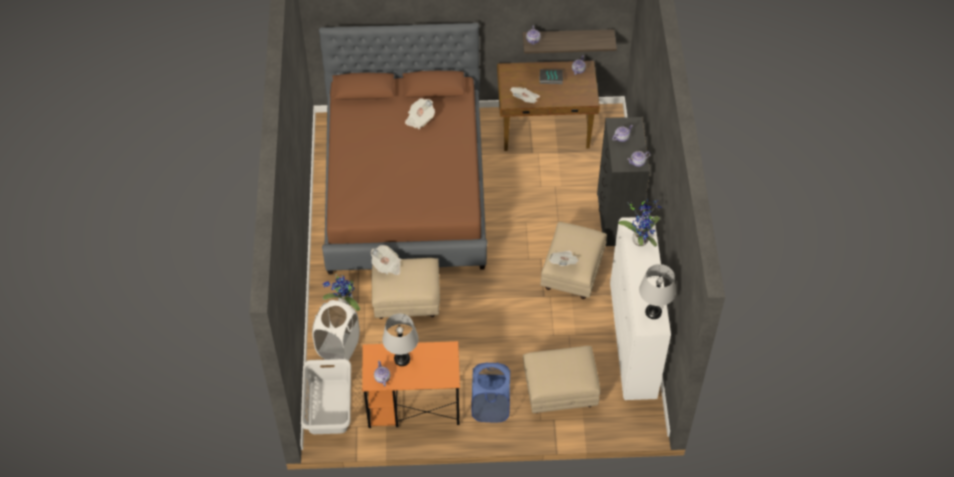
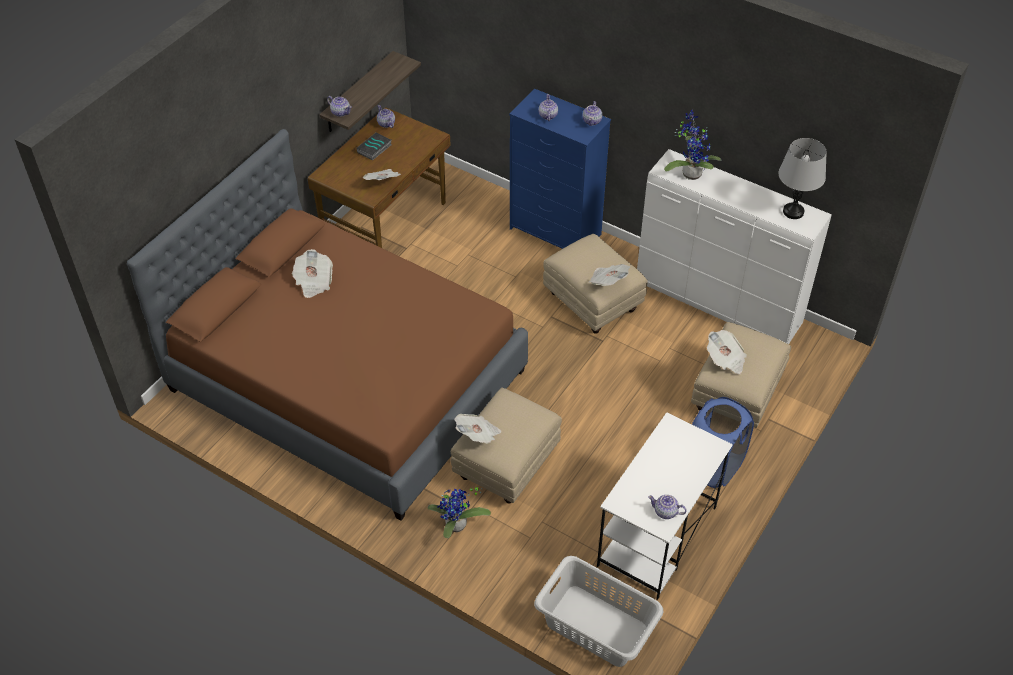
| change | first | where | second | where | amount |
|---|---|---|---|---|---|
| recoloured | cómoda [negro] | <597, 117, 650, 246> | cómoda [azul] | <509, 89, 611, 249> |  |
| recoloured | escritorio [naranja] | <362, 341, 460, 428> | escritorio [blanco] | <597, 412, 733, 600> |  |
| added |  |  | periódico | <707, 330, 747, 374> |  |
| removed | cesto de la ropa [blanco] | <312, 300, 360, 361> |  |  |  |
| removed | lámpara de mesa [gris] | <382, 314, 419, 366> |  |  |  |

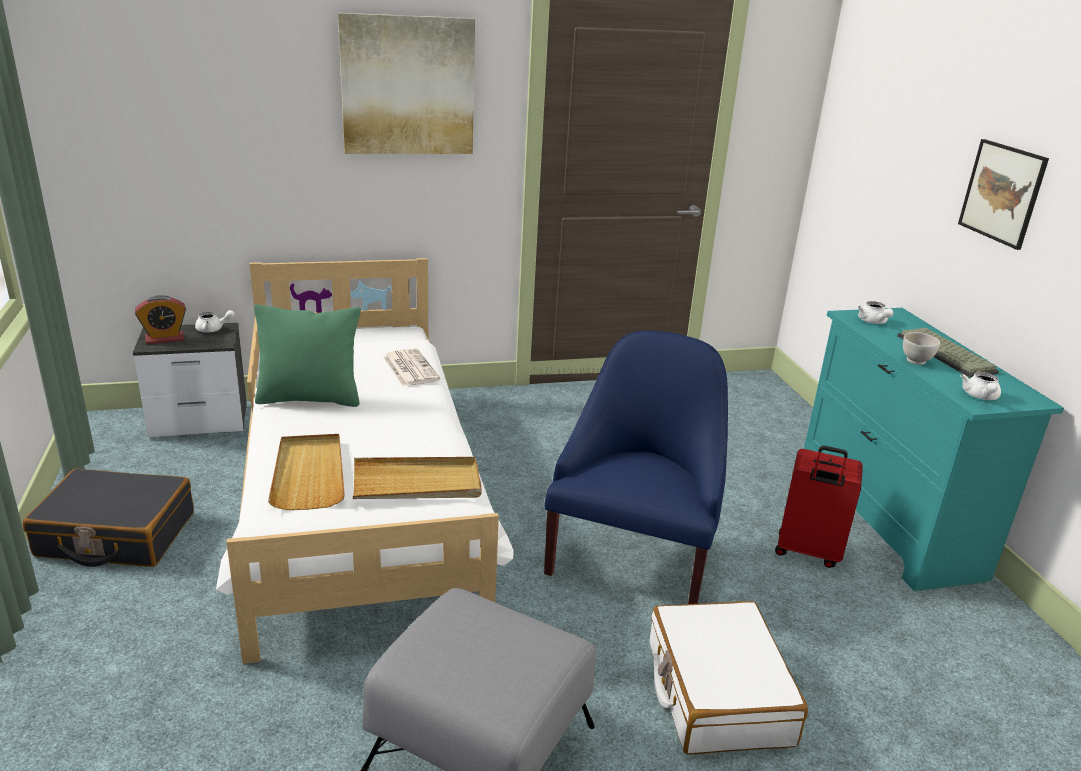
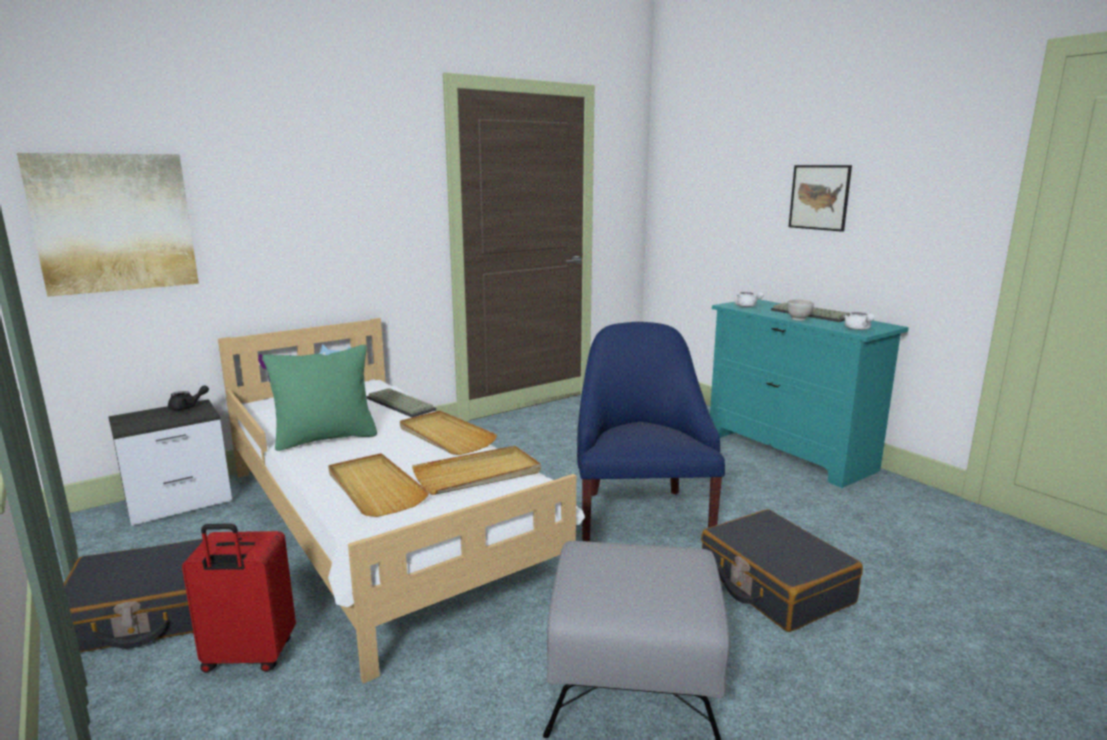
| change | first | where | second | where | amount |
|---|---|---|---|---|---|
| moved | cuadro | <338, 13, 475, 154> |  | <17, 153, 199, 297> |  |
| recoloured | tetera [blanco] | <195, 310, 235, 332> | tetera [negro] | <168, 385, 209, 410> |  |
| moved | maleta [rojo] | <775, 446, 863, 568> |  | <182, 524, 296, 673> |  |
| replaced | periódico | <383, 348, 440, 387> | teclado | <366, 388, 436, 417> |  |
| added |  |  | bandeja [beis] | <400, 411, 497, 455> |  |
| recoloured | maleta [blanco] | <650, 601, 808, 754> | maleta [negro] | <701, 509, 863, 632> |  |
| removed | despertador | <135, 295, 186, 345> |  |  |  |

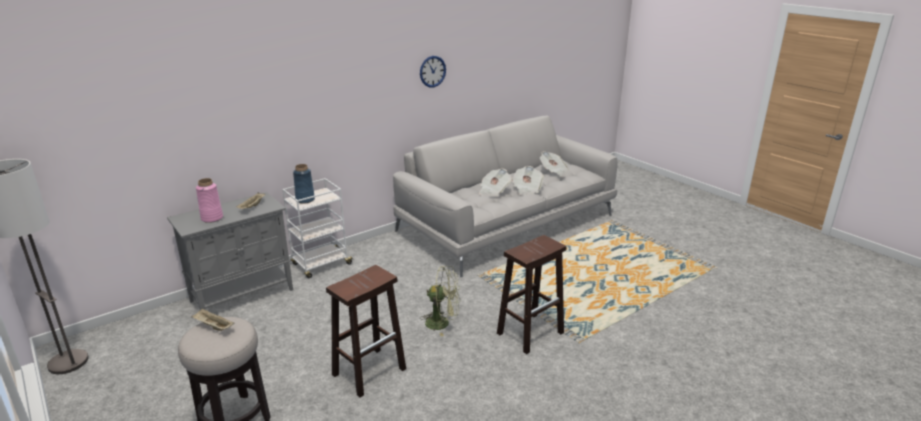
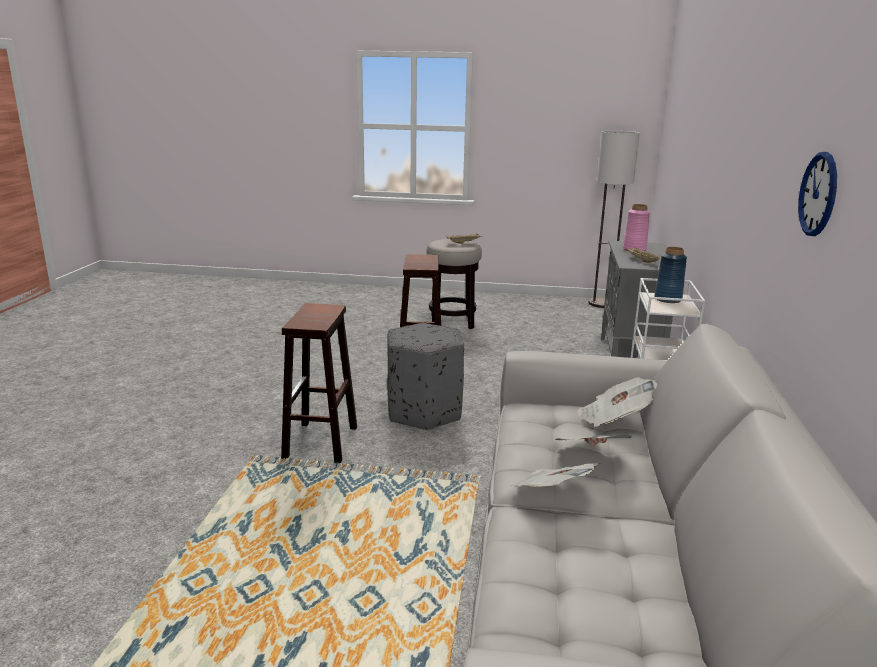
| change | first | where | second | where | amount |
|---|---|---|---|---|---|
| replaced | ventilador [verde] | <420, 266, 460, 336> | puf [gris] | <387, 323, 464, 431> |  |
| moved | periódico | <540, 151, 569, 177> |  | <577, 377, 657, 427> |  |

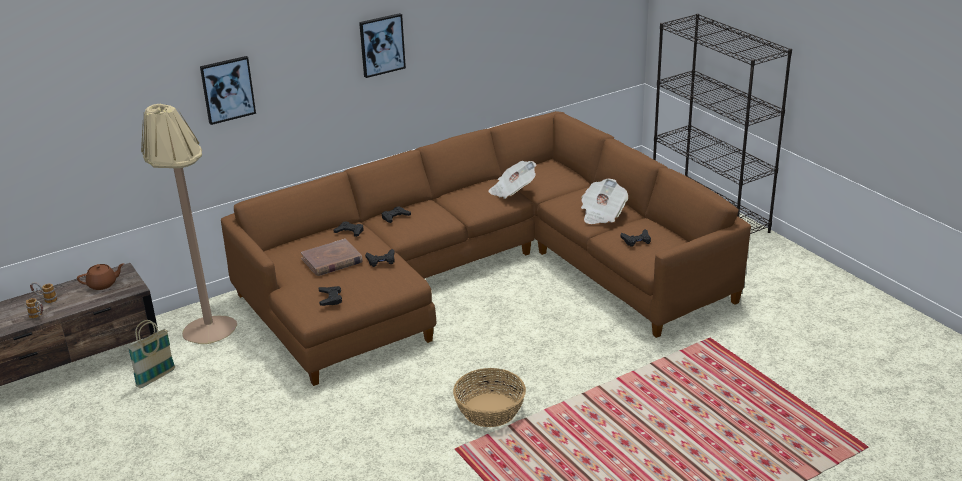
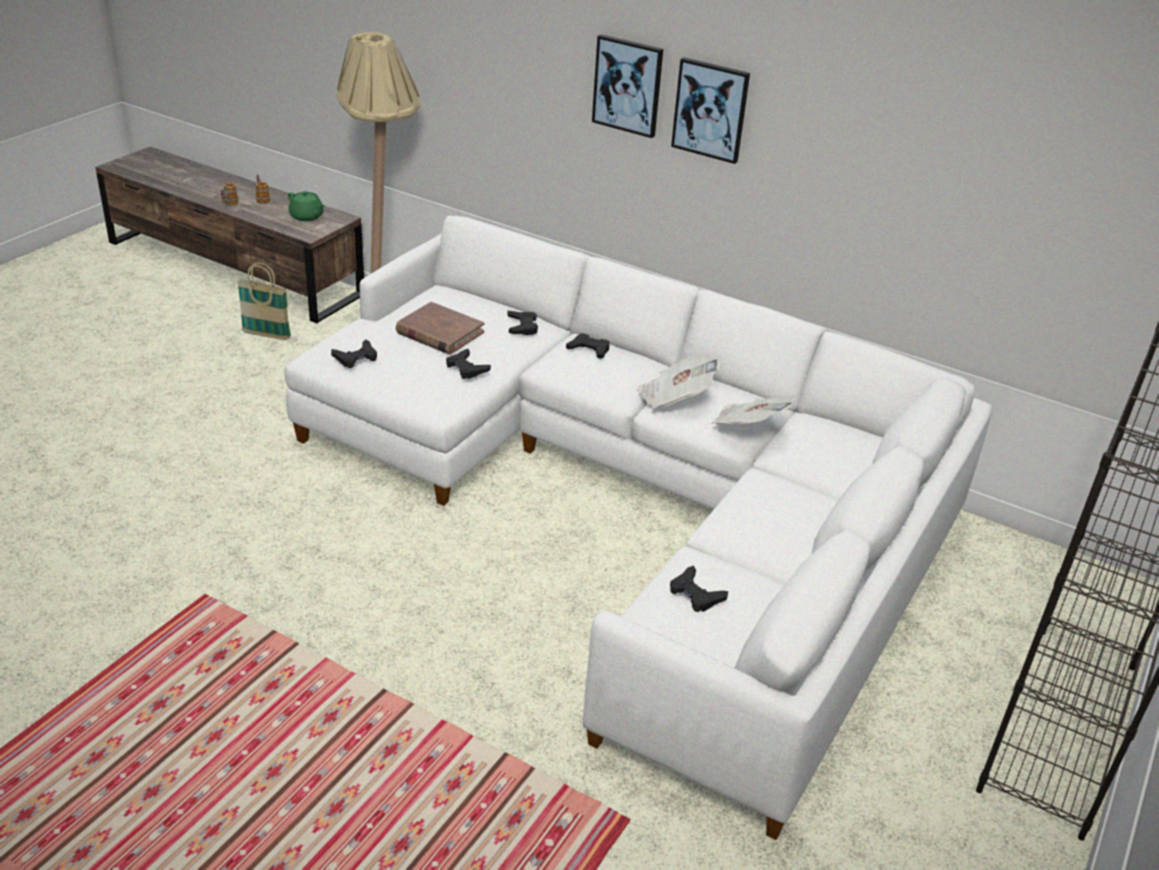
| change | first | where | second | where | amount |
|---|---|---|---|---|---|
| recoloured | sofá [marrón] | <221, 111, 751, 386> | sofá [blanco] | <284, 216, 992, 840> |  |
| recoloured | tetera [marrón] | <77, 263, 124, 290> | tetera [verde] | <288, 191, 325, 221> |  |
| moved | cuadro | <200, 56, 256, 125> |  | <592, 34, 663, 138> |  |
| moved | periódico | <581, 179, 628, 224> |  | <637, 353, 721, 409> |  |
| removed | cesta | <453, 368, 526, 427> |  |  |  |

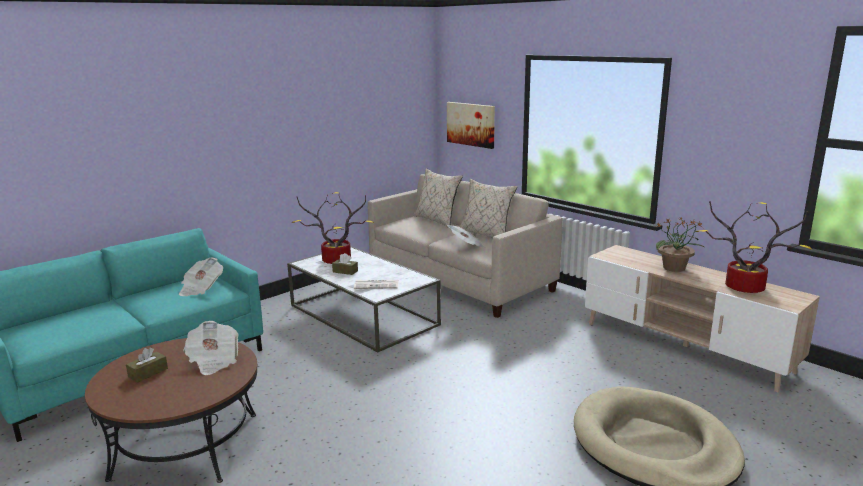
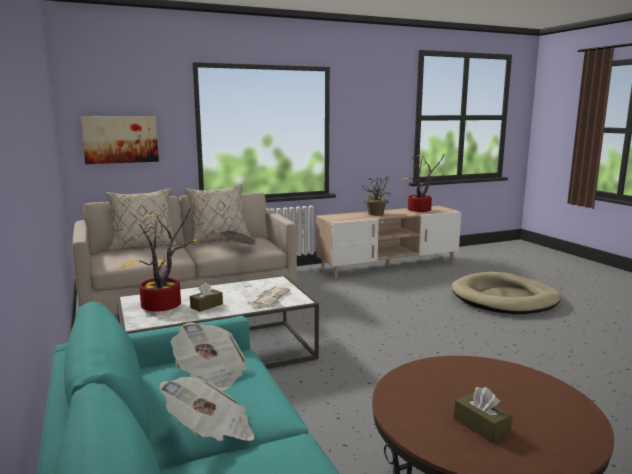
| change | first | where | second | where | amount |
|---|---|---|---|---|---|
| moved | periódico | <184, 321, 238, 375> |  | <159, 377, 255, 441> |  |

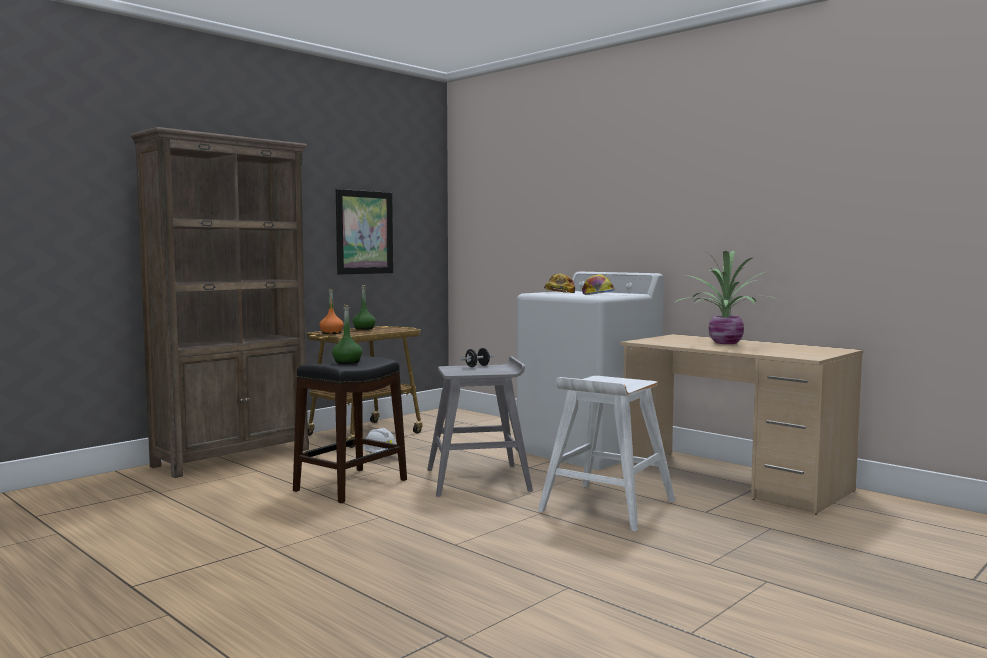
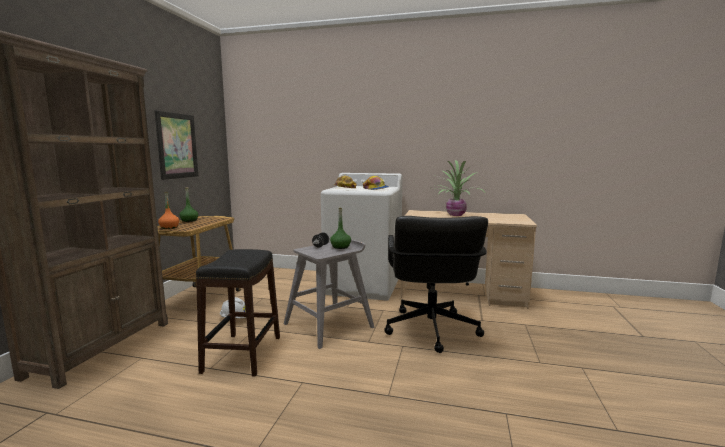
| change | first | where | second | where | amount |
|---|---|---|---|---|---|
| moved | botella [verde] | <332, 305, 363, 364> |  | <330, 208, 351, 249> |  |
| replaced | taburete [blanco] | <538, 376, 675, 531> | silla de oficina [negro] | <384, 216, 488, 353> |  |

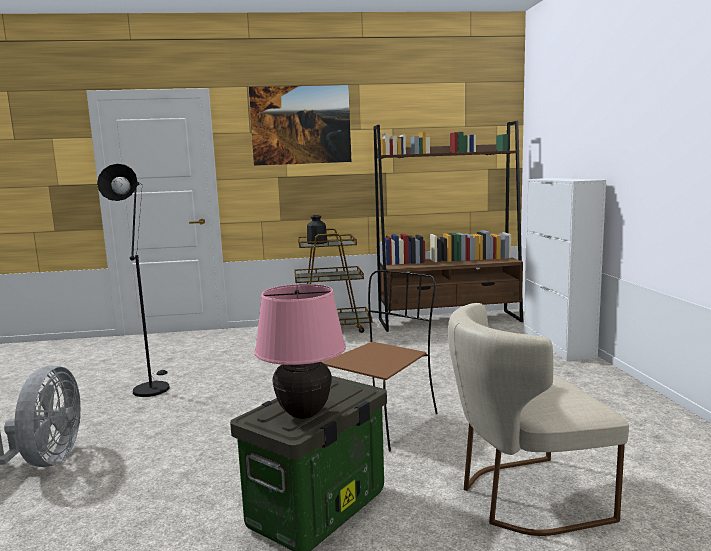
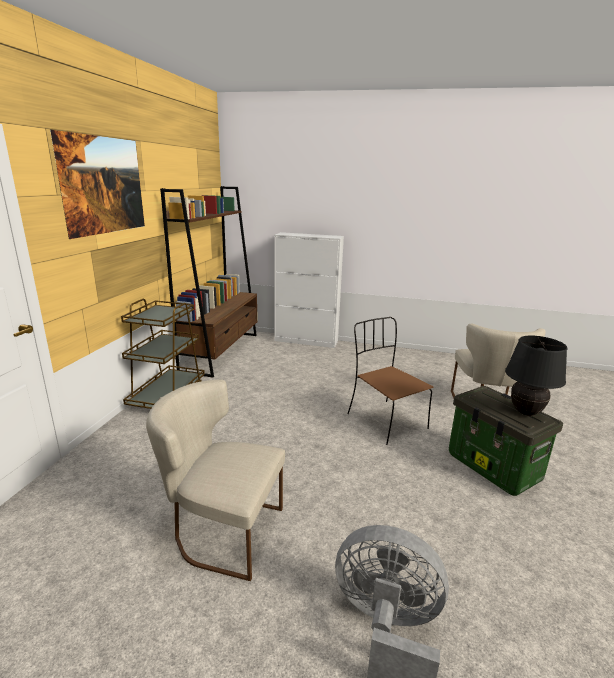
| change | first | where | second | where | amount |
|---|---|---|---|---|---|
| replaced | lámpara de pie [negro] | <97, 164, 169, 397> | silla [beis] | <146, 379, 285, 581> |  |
| recoloured | lámpara de mesa [rosa] | <255, 284, 346, 419> | lámpara de mesa [negro] | <505, 336, 568, 416> |  |
| removed | botella | <307, 214, 327, 244> |  |  |  |

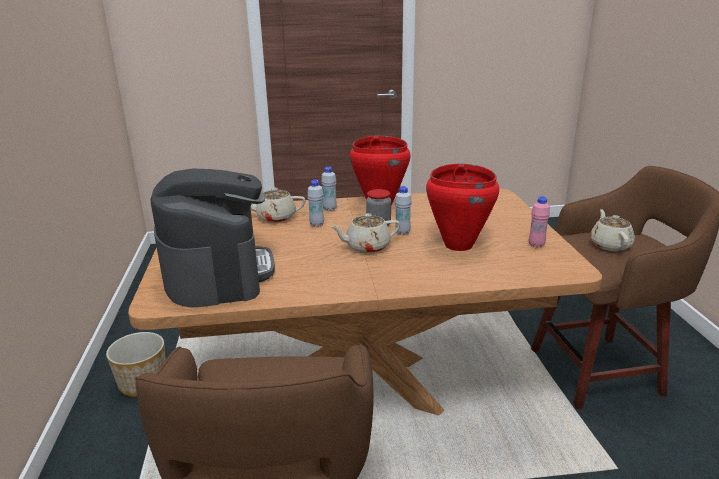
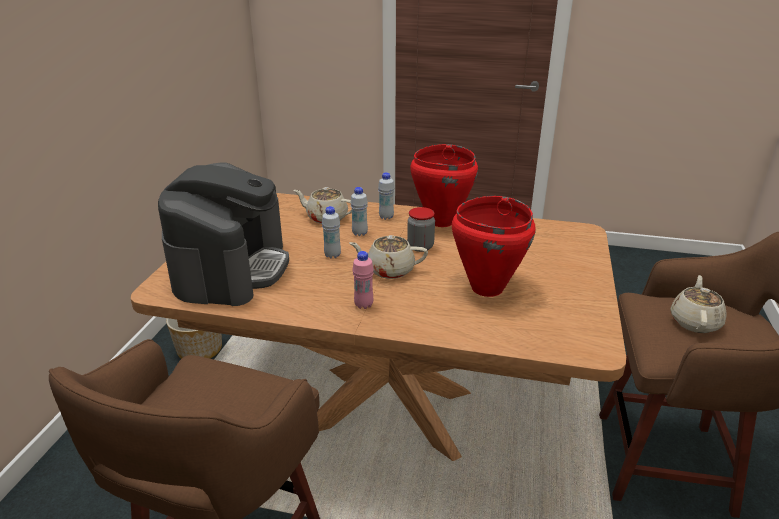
| change | first | where | second | where | amount |
|---|---|---|---|---|---|
| moved | botella [blanco] | <395, 186, 412, 235> |  | <322, 206, 341, 258> |  |
| moved | botella [rosa] | <529, 196, 550, 248> |  | <352, 251, 374, 309> |  |

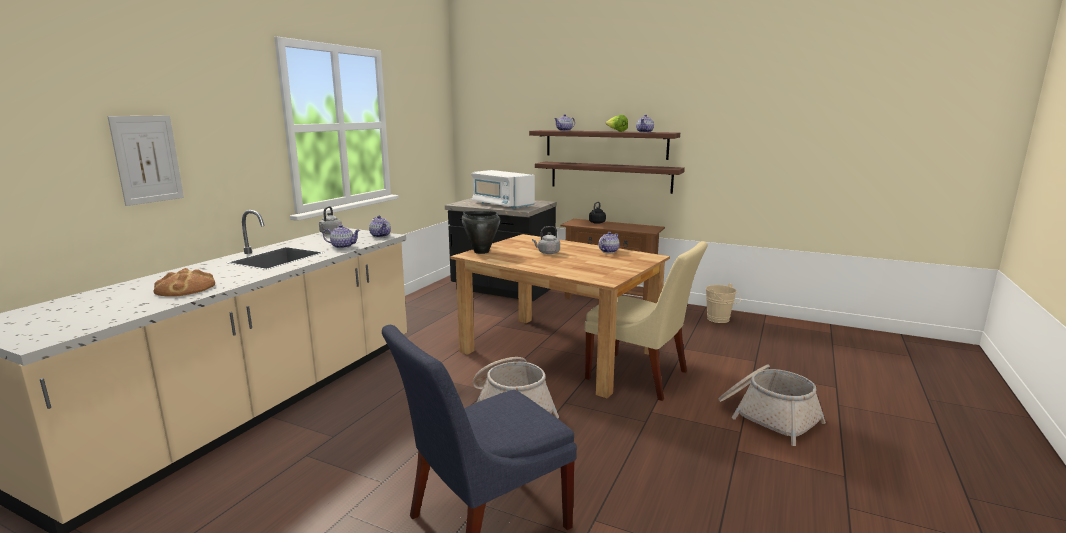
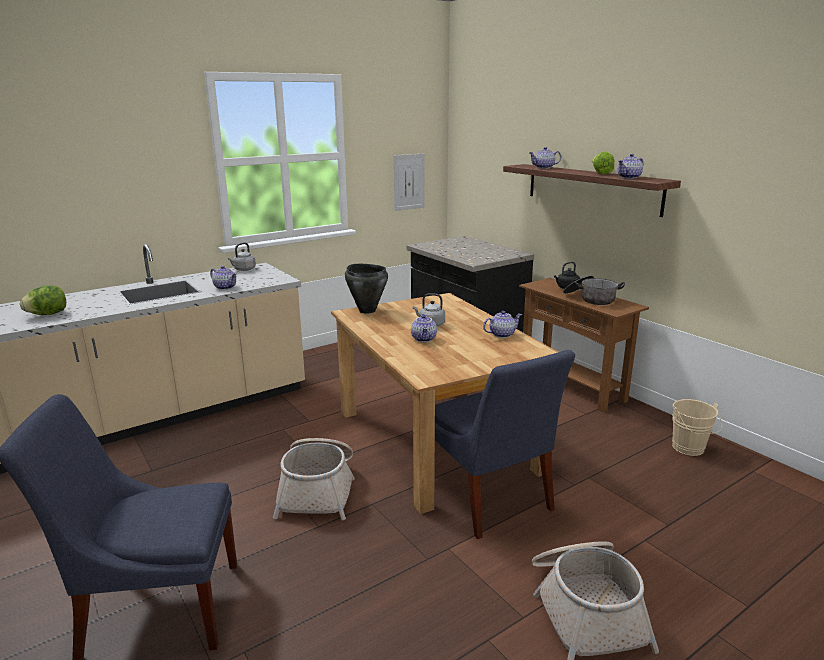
| change | first | where | second | where | amount |
|---|---|---|---|---|---|
| replaced | pan | <154, 268, 215, 297> | lechuga | <20, 285, 66, 315> |  |
| moved | cuadro | <107, 115, 184, 206> |  | <393, 153, 425, 211> |  |
| moved | tetera | <369, 216, 391, 238> |  | <411, 314, 437, 342> |  |
| recoloured | silla [beis] | <585, 241, 708, 401> | silla [azul] | <435, 350, 575, 539> |  |
| added |  |  | olla | <563, 276, 625, 305> |  |
| removed | microondas [blanco] | <471, 170, 535, 209> |  |  |  |
| removed | estante | <535, 162, 685, 194> |  |  |  |

